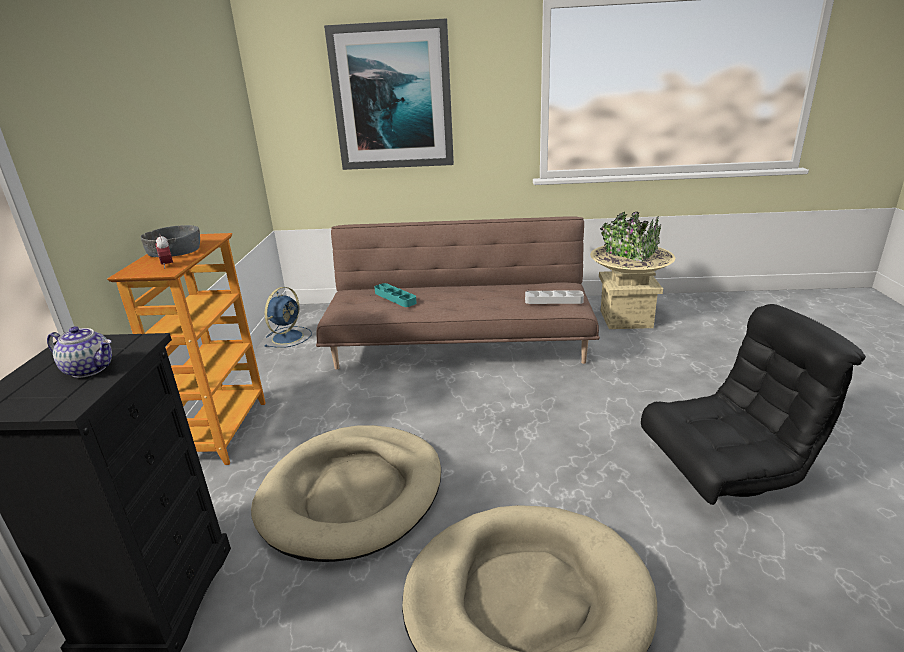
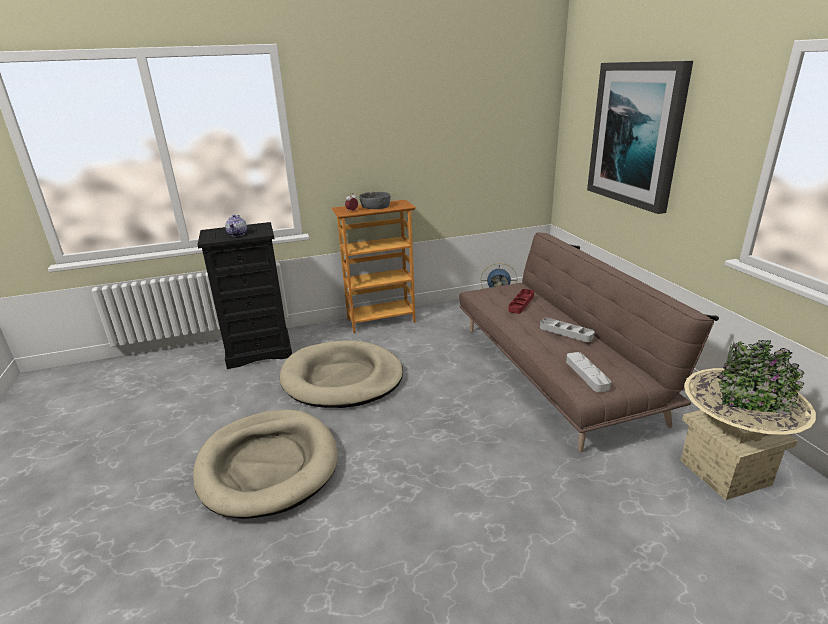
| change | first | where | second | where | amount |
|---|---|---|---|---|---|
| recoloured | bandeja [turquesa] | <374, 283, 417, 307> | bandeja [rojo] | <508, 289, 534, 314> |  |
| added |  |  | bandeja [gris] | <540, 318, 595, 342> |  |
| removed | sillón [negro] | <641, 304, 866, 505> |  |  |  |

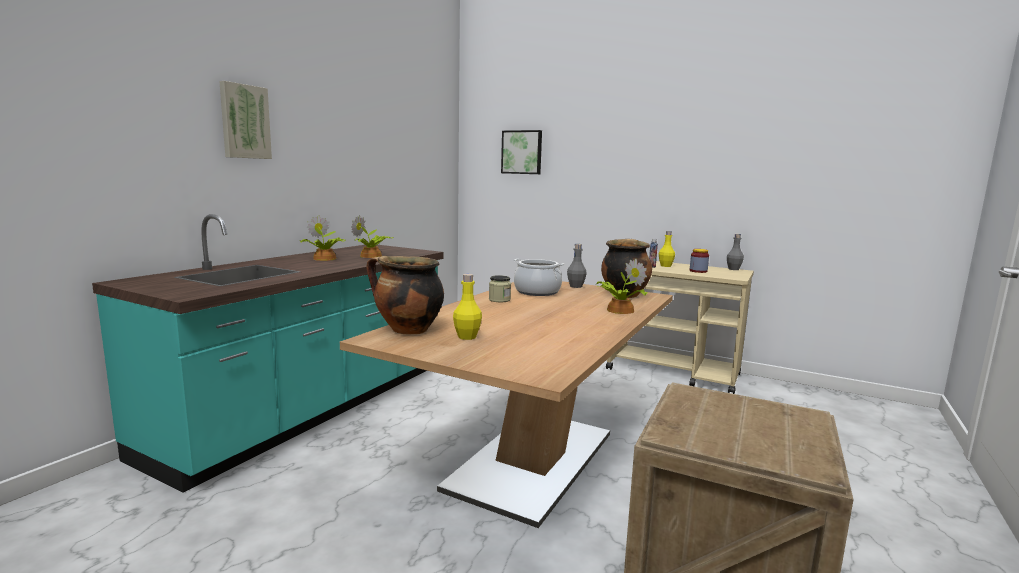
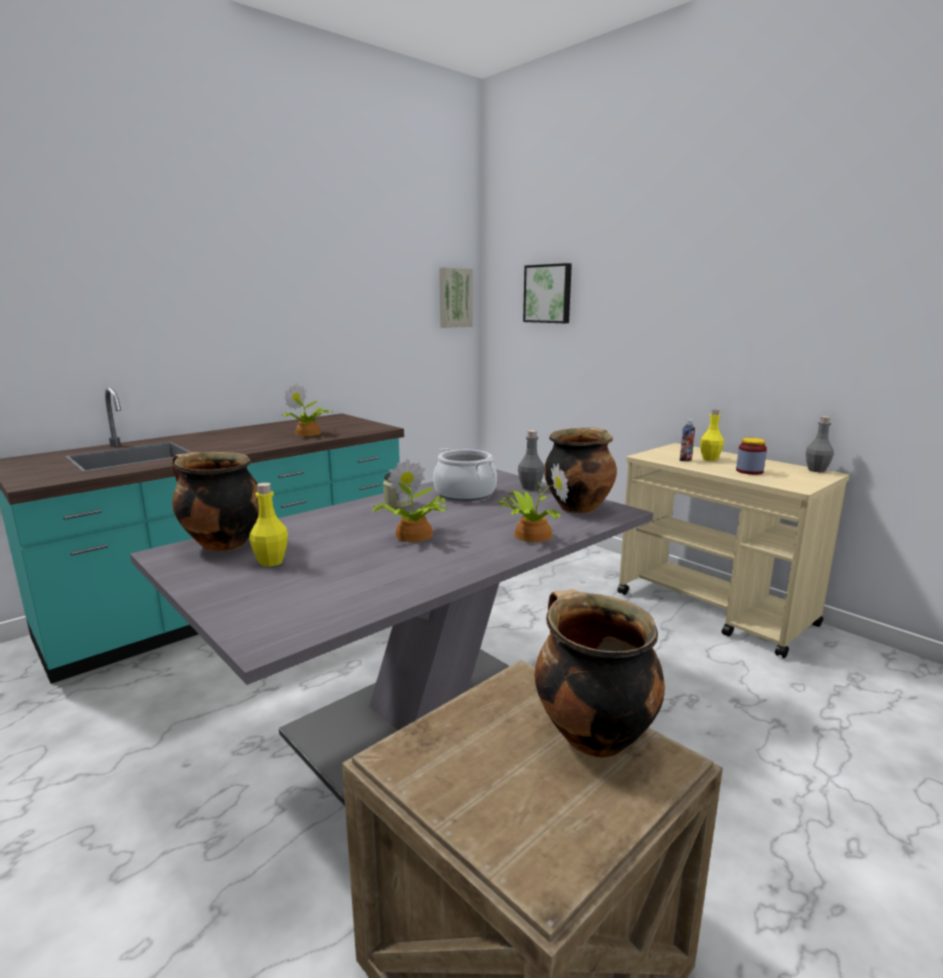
| change | first | where | second | where | amount |
|---|---|---|---|---|---|
| recoloured | mesa de comedor [marrón] | <340, 281, 673, 528> | mesa de comedor [gris] | <130, 469, 653, 806> |  |
| moved | planta en maceta | <300, 215, 345, 261> |  | <373, 459, 446, 542> |  |
| moved | cuadro | <219, 81, 272, 159> |  | <439, 267, 472, 328> |  |
| added |  |  | olla | <535, 590, 665, 758> |  |

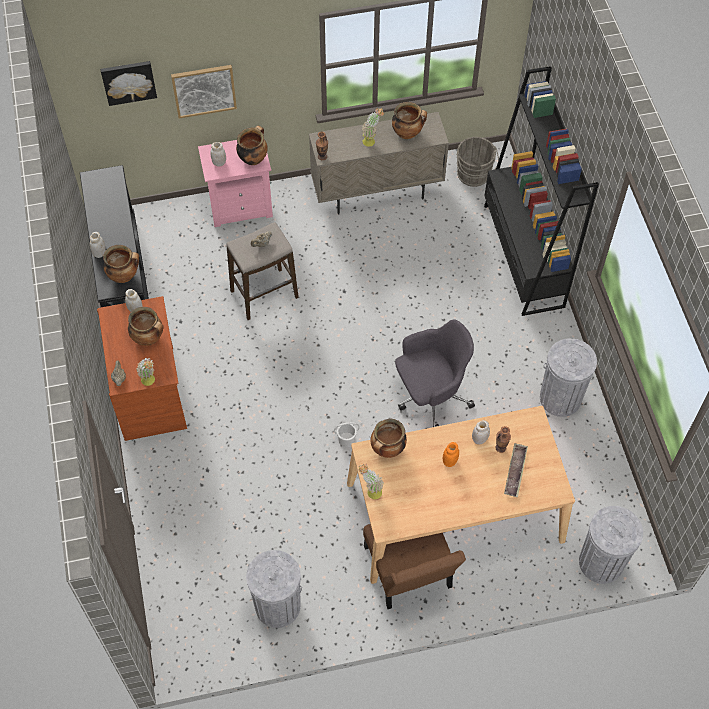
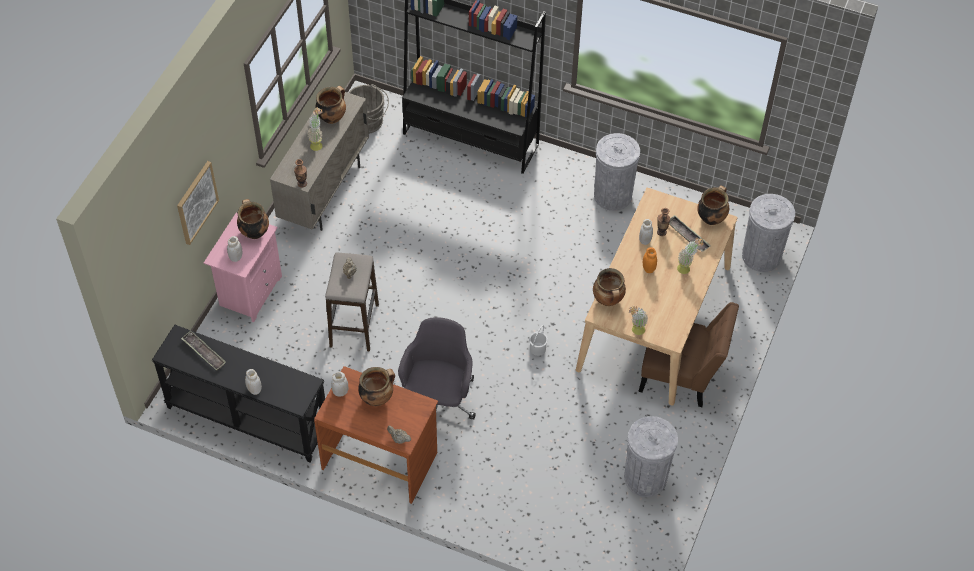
| change | first | where | second | where | amount |
|---|---|---|---|---|---|
| added |  |  | bandeja | <181, 331, 226, 371> |  |
| moved | silla de oficina [gris] | <395, 319, 475, 427> |  | <398, 317, 476, 419> |  |
| moved | planta en maceta | <136, 358, 155, 386> |  | <677, 238, 704, 274> |  |
| moved | olla | <103, 245, 139, 283> |  | <697, 185, 729, 225> |  |
| removed | cuadro | <101, 61, 157, 106> |  |  |  |

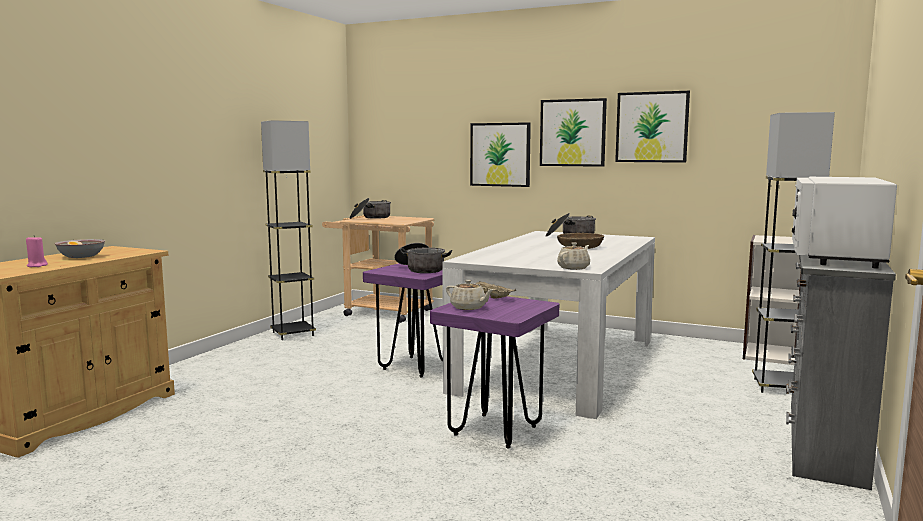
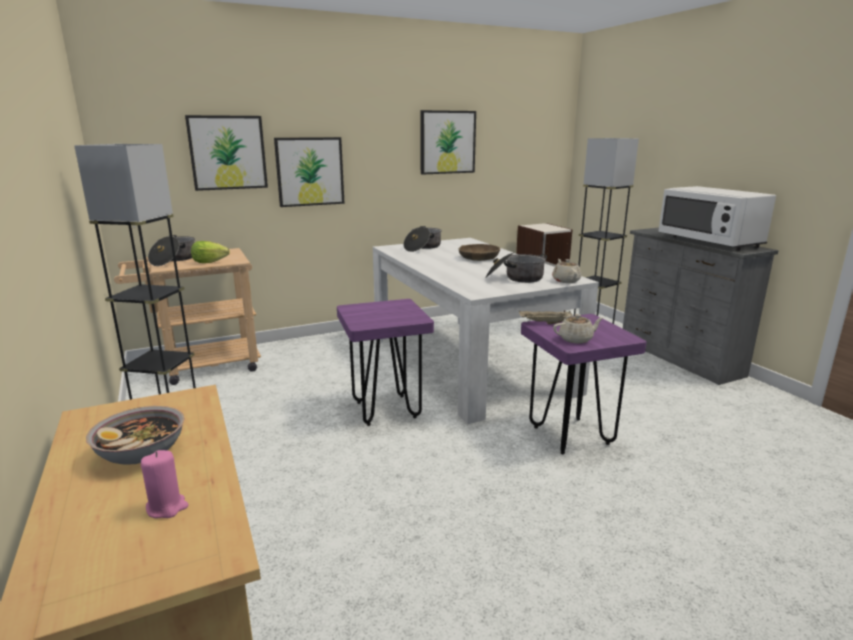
| change | first | where | second | where | amount |
|---|---|---|---|---|---|
| moved | cuadro | <540, 98, 607, 167> |  | <185, 115, 268, 191> |  |
| added |  |  | lechuga | <191, 241, 230, 263> |  |
| moved | olla | <394, 243, 452, 273> |  | <485, 252, 547, 283> |  |

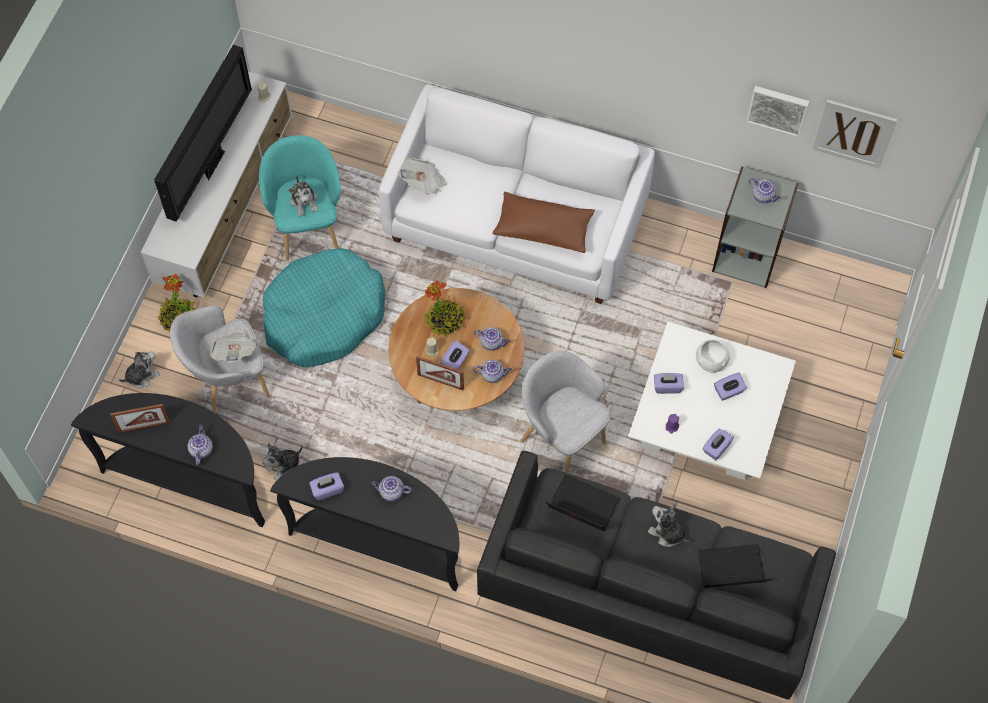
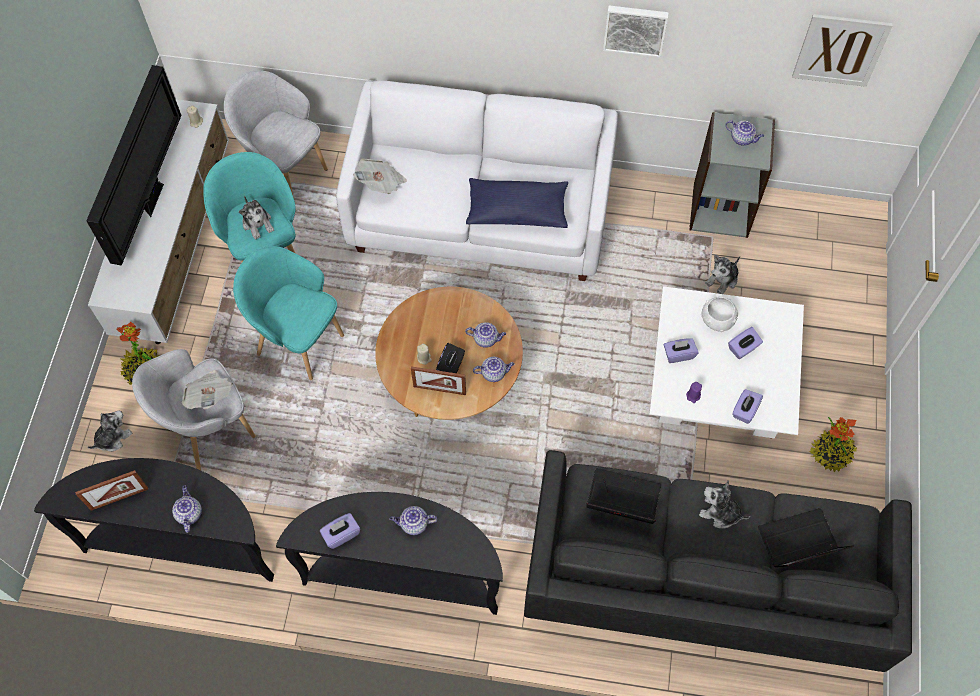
| change | first | where | second | where | amount |
|---|---|---|---|---|---|
| moved | sillón [gris] | <520, 351, 611, 474> |  | <224, 70, 328, 195> |  |
| replaced | cama para perro [turquesa] | <263, 248, 386, 367> | sillón [turquesa] | <233, 246, 344, 380> |  |
| recoloured | caja de pañuelos [morado] | <440, 340, 470, 369> | caja de pañuelos [negro] | <436, 343, 465, 373> |  |
| recoloured | cojín [marrón] | <493, 192, 595, 253> | cojín [azul] | <466, 178, 568, 228> |  |
| moved | cuadro | <746, 86, 809, 137> |  | <603, 6, 669, 58> |  |
| moved | peluche | <262, 443, 302, 481> |  | <705, 254, 740, 294> |  |
| moved | planta en maceta | <423, 280, 464, 336> |  | <809, 417, 858, 472> |  |

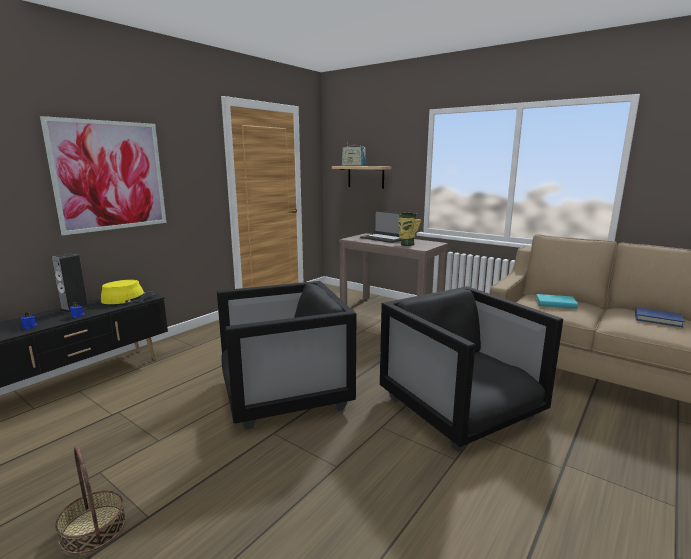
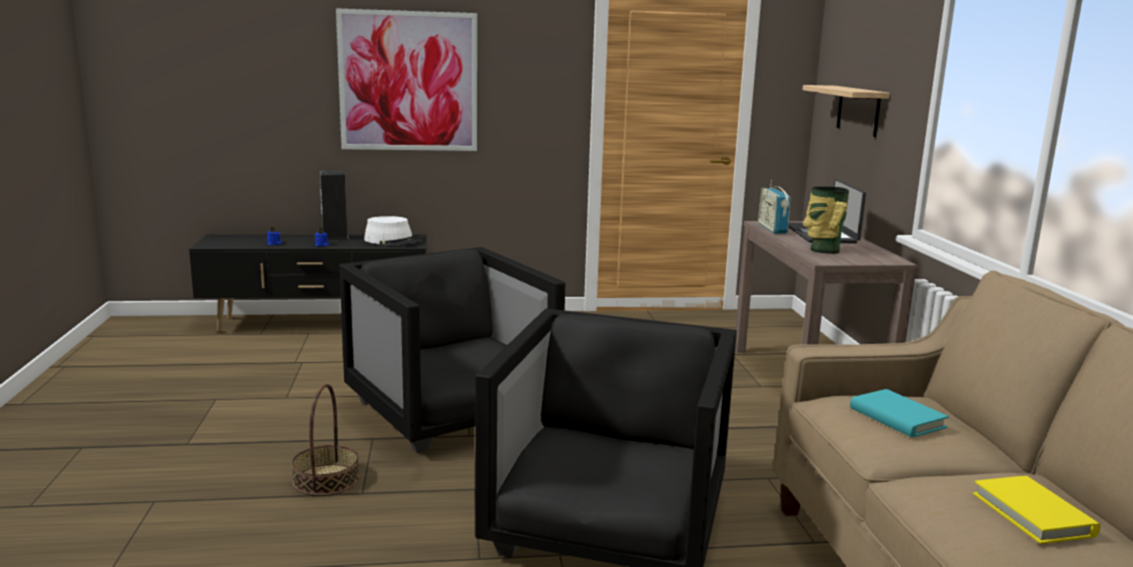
| change | first | where | second | where | amount |
|---|---|---|---|---|---|
| moved | cesta | <55, 447, 126, 554> |  | <291, 383, 360, 496> |  |
| turned | sillón [negro] | <217, 281, 356, 429> |  | <339, 247, 565, 453> | 150 degrees counterclockwise |
| recoloured | sombrero [amarillo] | <101, 280, 154, 304> | sombrero [blanco] | <364, 216, 422, 246> |  |
| moved | radio | <342, 144, 366, 166> |  | <758, 180, 790, 234> |  |
| recoloured | libro [azul] | <635, 307, 685, 327> | libro [amarillo] | <973, 476, 1100, 544> |  |

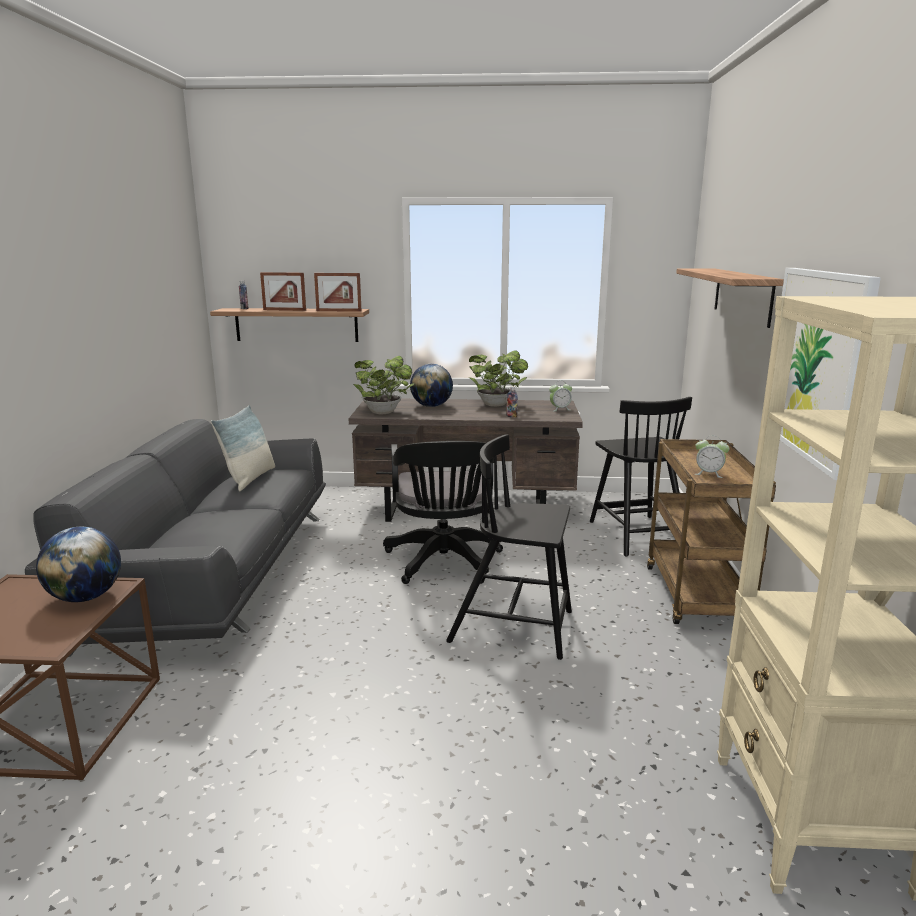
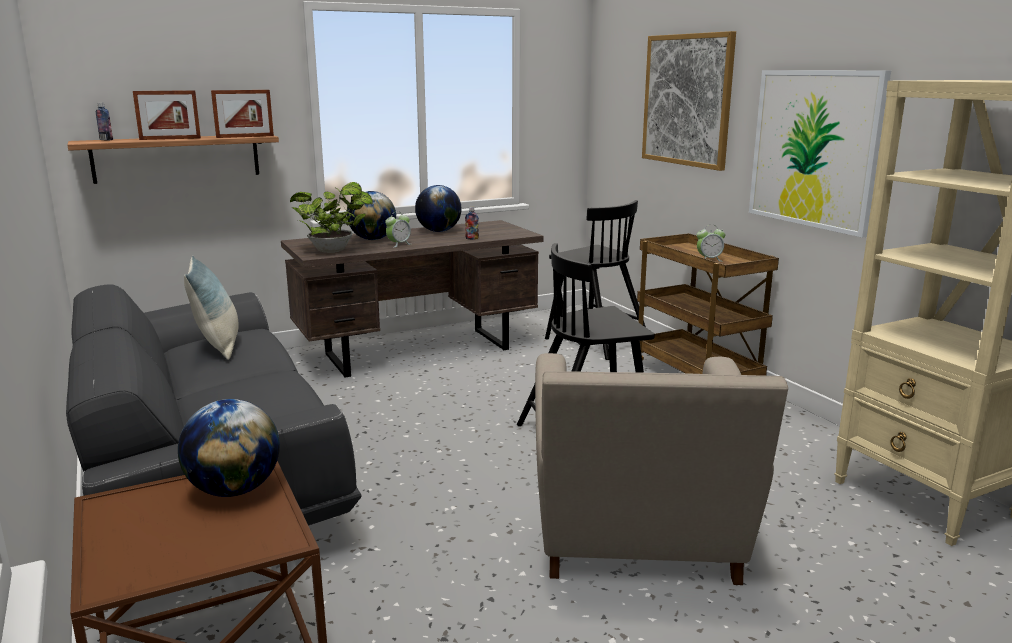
| change | first | where | second | where | amount |
|---|---|---|---|---|---|
| moved | despertador | <549, 381, 572, 411> |  | <385, 211, 411, 248> |  |
| replaced | planta en maceta | <469, 350, 528, 407> | globo terráqueo | <415, 185, 462, 232> |  |
| added |  |  | sillón [beis] | <535, 353, 788, 585> |  |
| replaced | estante | <676, 269, 784, 328> | cuadro | <642, 31, 736, 171> |  |
| removed | silla de oficina [negro] | <383, 441, 503, 584> |  |  |  |

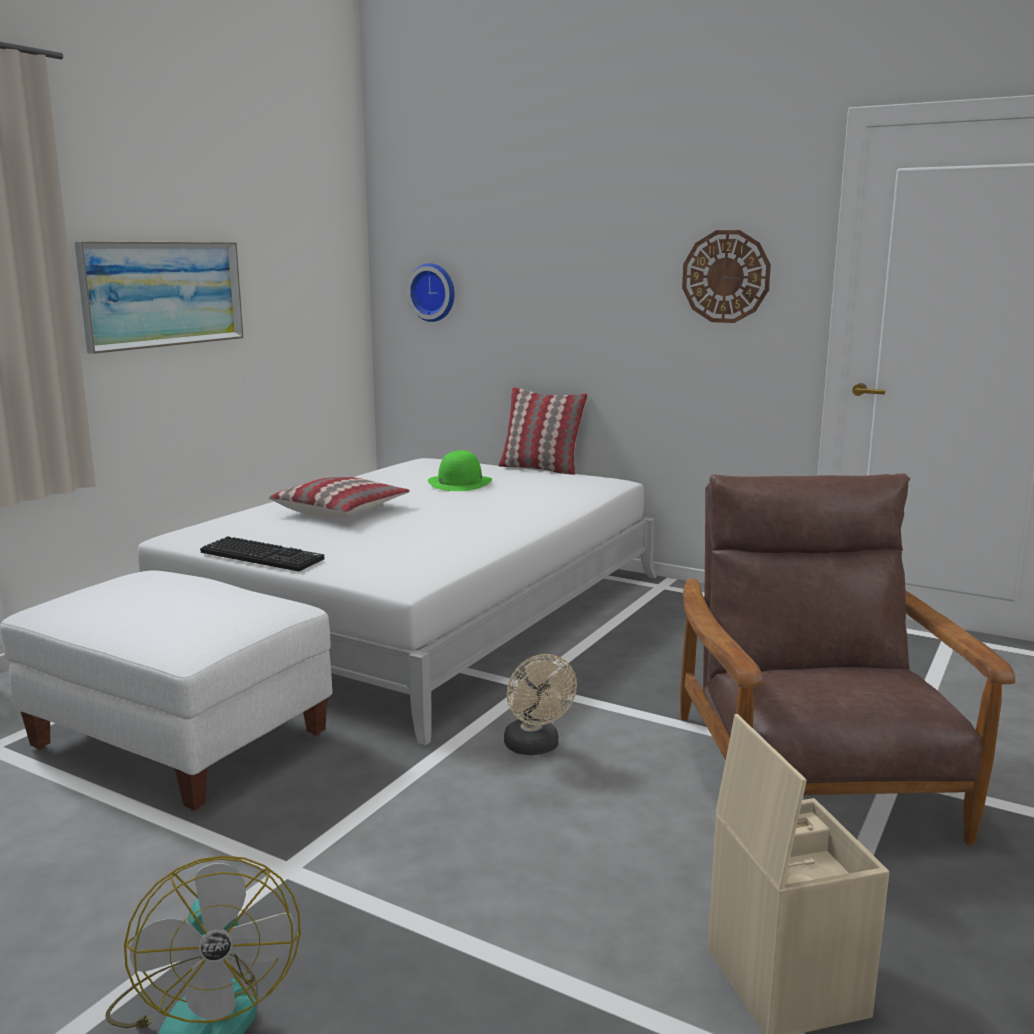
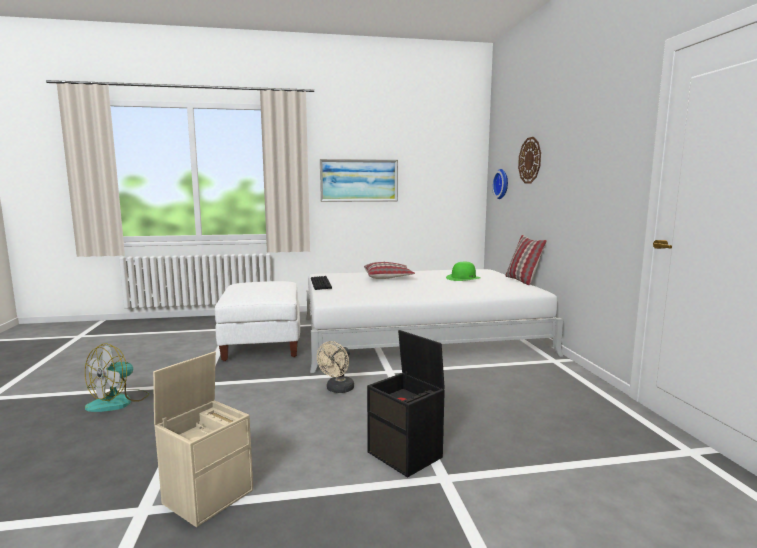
| change | first | where | second | where | amount |
|---|---|---|---|---|---|
| replaced | sillón [marrón] | <680, 474, 1015, 845> | caja de almacenaje [negro] | <367, 330, 445, 477> |  |
| moved | reloj de pared | <682, 230, 771, 323> |  | <518, 137, 541, 184> |  |

